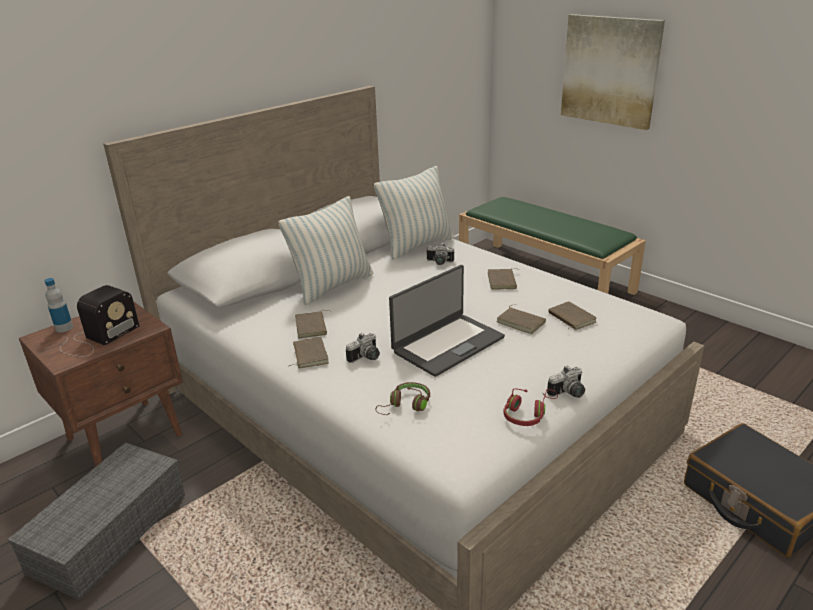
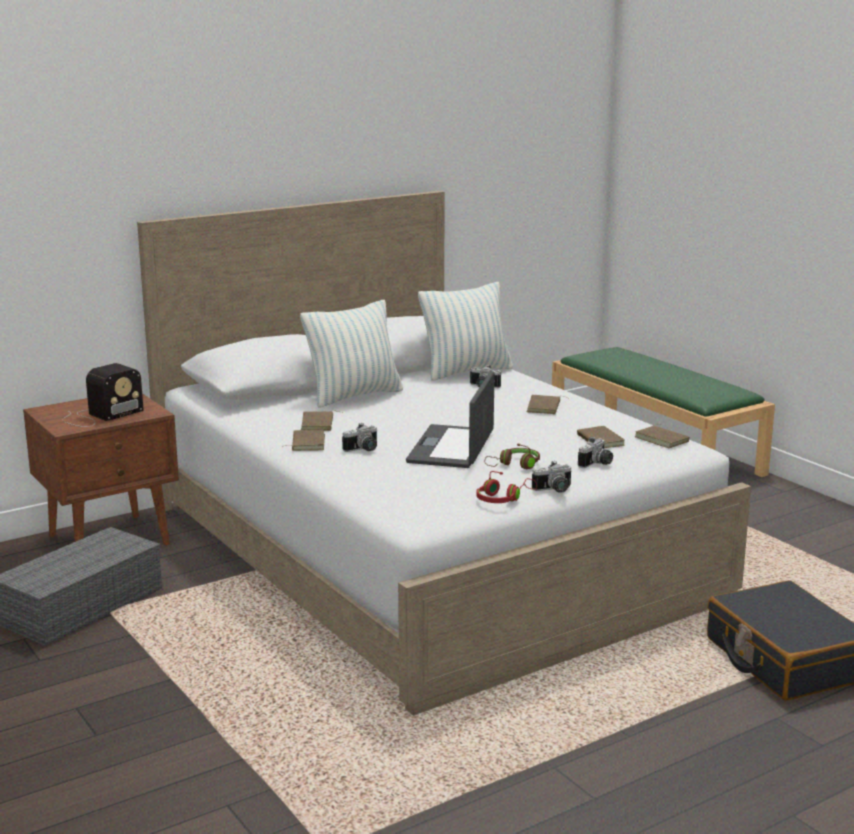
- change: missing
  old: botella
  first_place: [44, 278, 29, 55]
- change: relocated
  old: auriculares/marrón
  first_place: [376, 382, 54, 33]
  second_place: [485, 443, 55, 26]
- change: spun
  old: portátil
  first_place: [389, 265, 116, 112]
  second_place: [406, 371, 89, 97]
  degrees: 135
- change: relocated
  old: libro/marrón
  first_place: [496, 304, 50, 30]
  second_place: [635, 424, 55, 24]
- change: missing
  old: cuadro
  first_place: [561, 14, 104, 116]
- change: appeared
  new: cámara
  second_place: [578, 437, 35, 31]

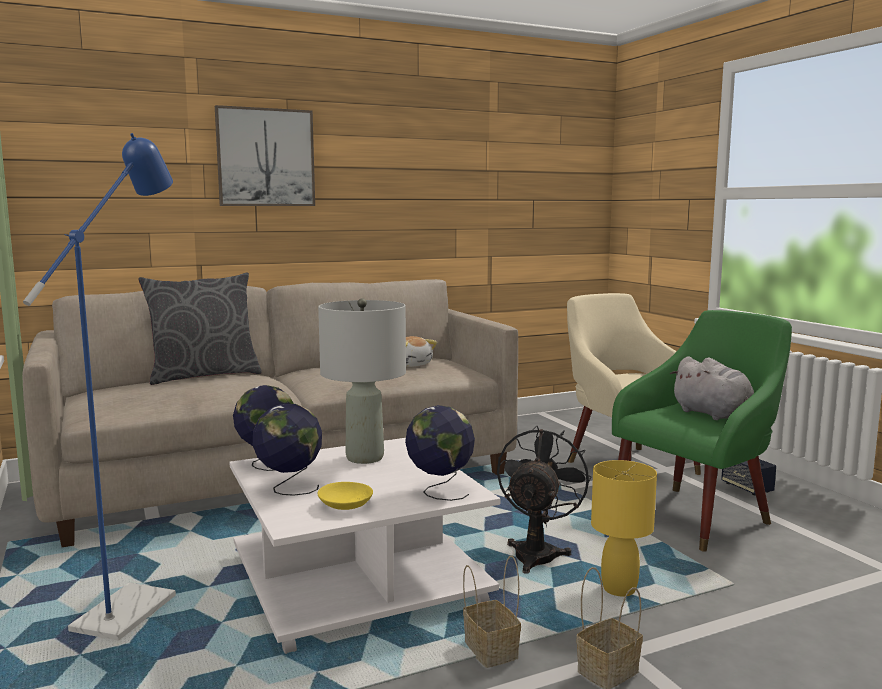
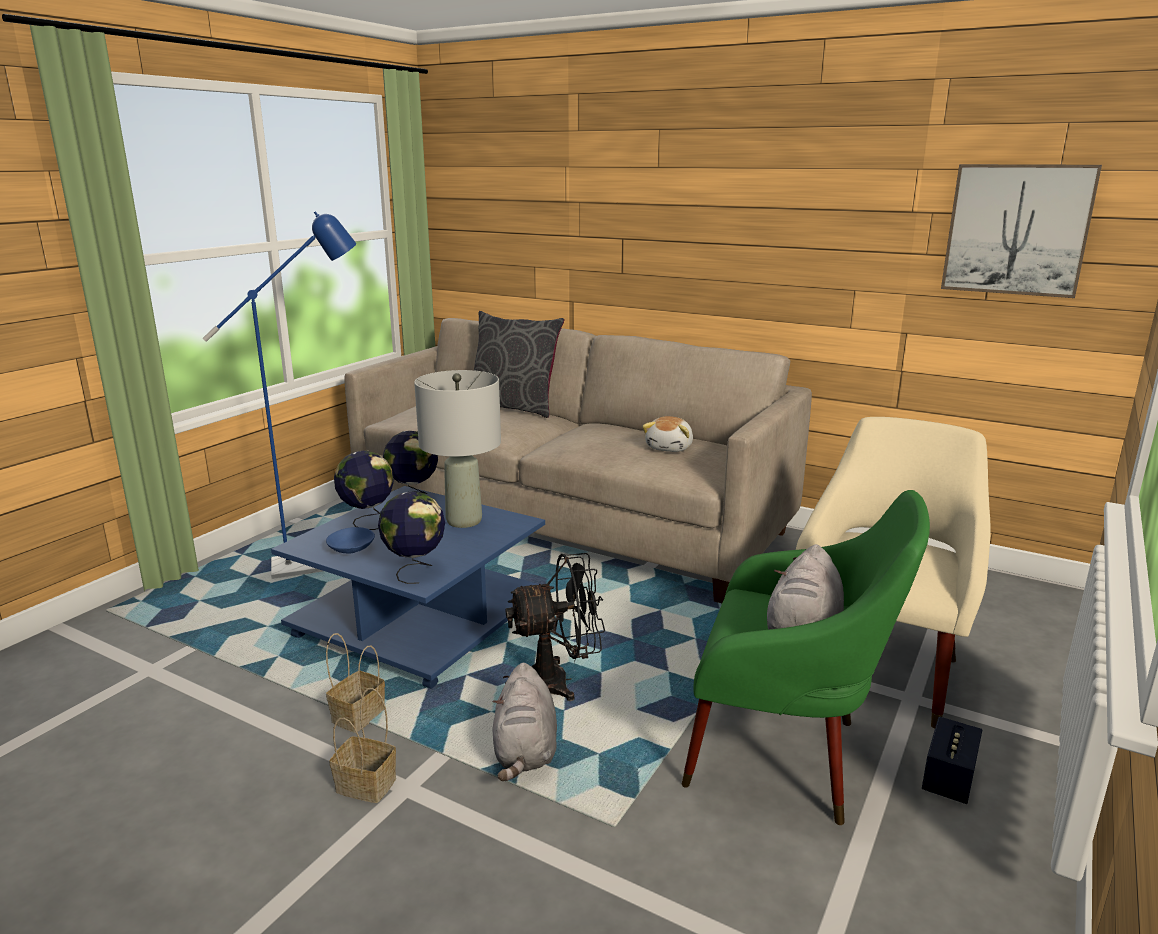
- change: relocated
  old: cuadro
  first_place: [215, 105, 100, 101]
  second_place: [941, 164, 161, 134]
- change: colour
  old: mesa de centro/blanco
  new: mesa de centro/azul
  first_place: [229, 438, 271, 216]
  second_place: [271, 486, 274, 203]
- change: colour
  old: cuenco/amarillo
  new: cuenco/azul
  first_place: [318, 482, 55, 28]
  second_place: [326, 527, 49, 27]
- change: exchanged
  old: lámpara de mesa/amarillo
  new: peluche/gris
  first_place: [591, 460, 66, 137]
  second_place: [492, 663, 65, 118]

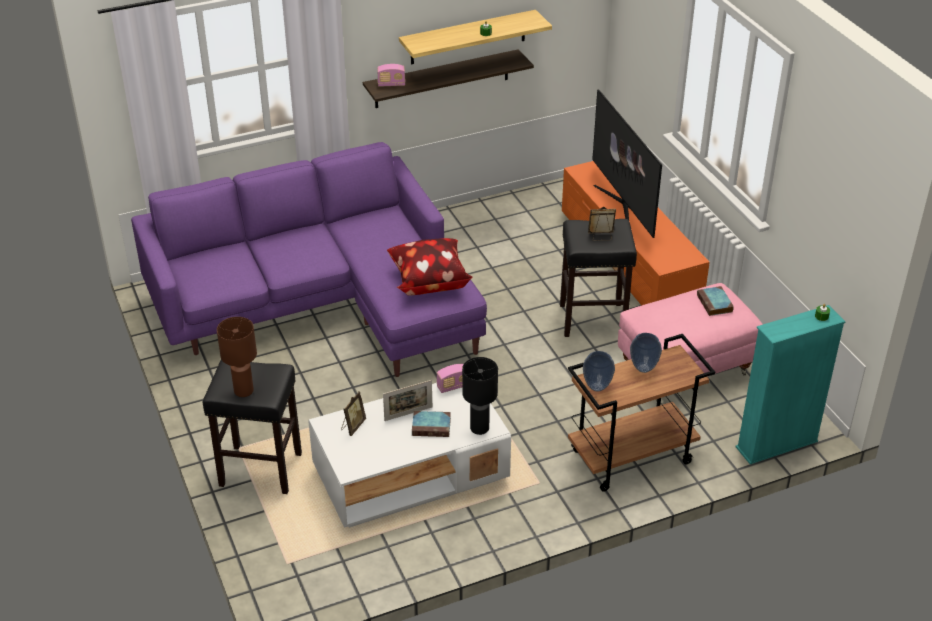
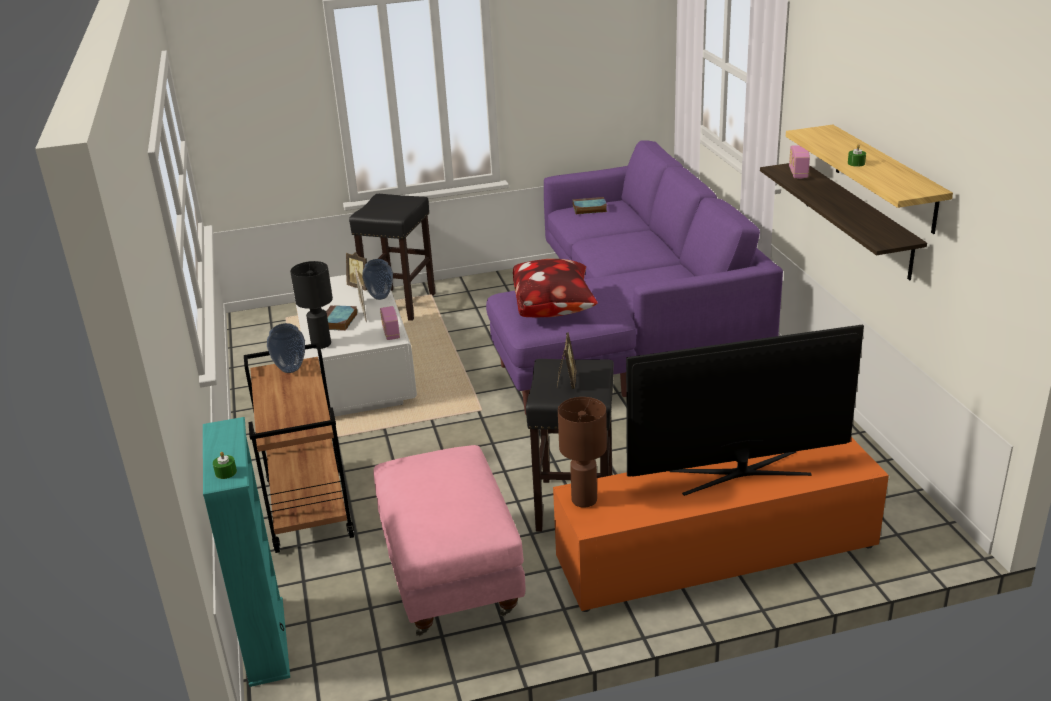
- change: relocated
  old: lámpara de mesa/marrón
  first_place: [217, 317, 40, 80]
  second_place: [558, 397, 49, 111]
- change: relocated
  old: florero
  first_place: [630, 333, 32, 40]
  second_place: [362, 259, 31, 41]
- change: relocated
  old: libro
  first_place: [697, 286, 37, 30]
  second_place: [573, 197, 34, 17]

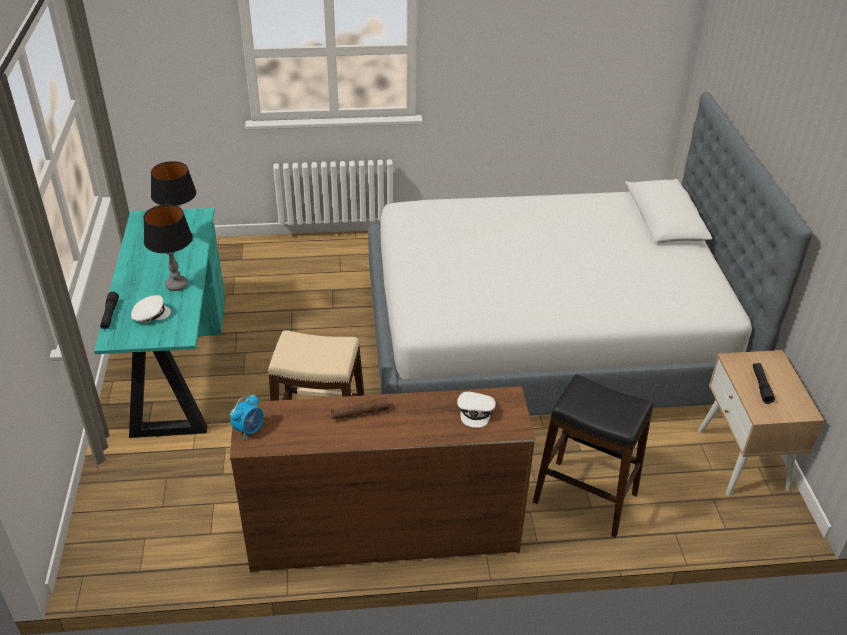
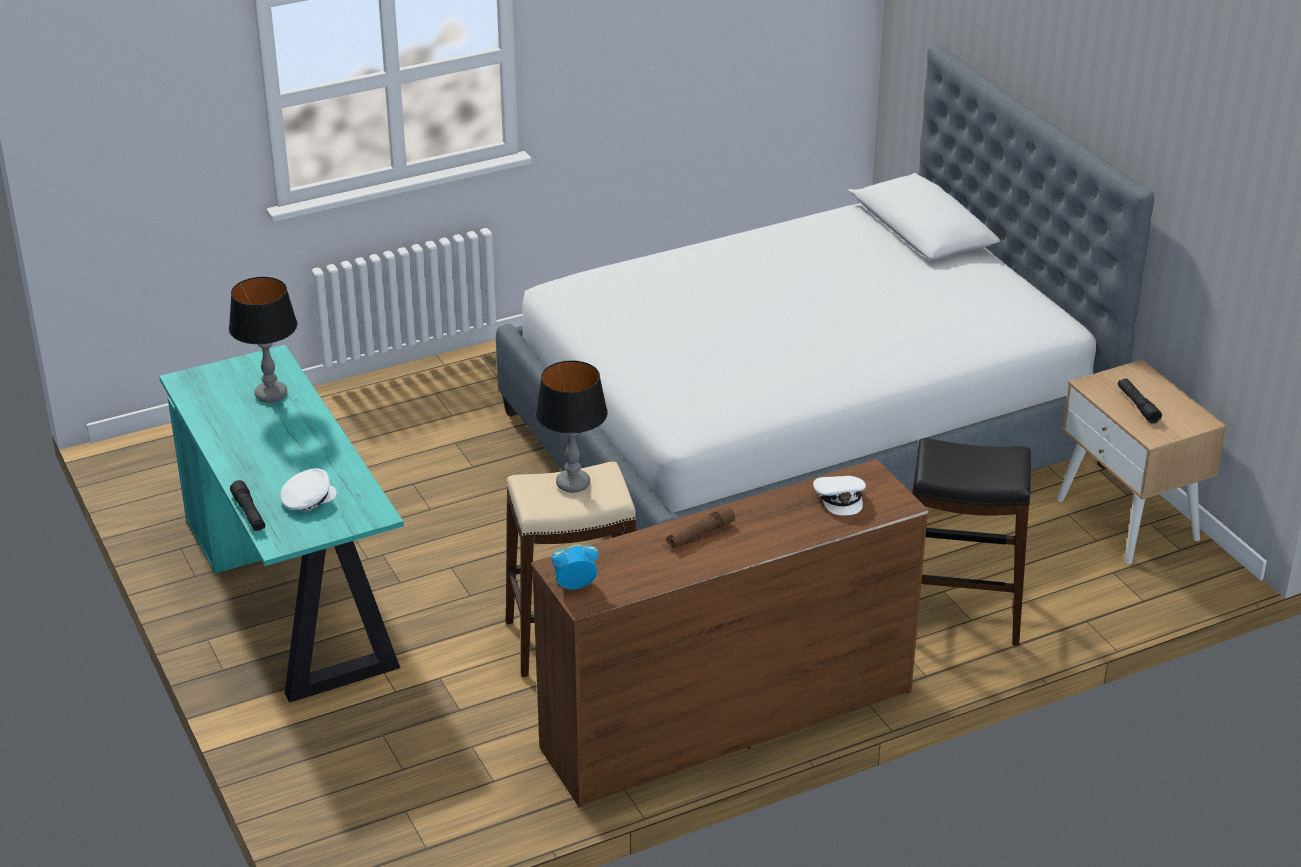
- change: relocated
  old: lámpara de mesa
  first_place: [144, 205, 49, 86]
  second_place: [535, 361, 73, 132]
- change: spun
  old: despertador
  first_place: [230, 394, 34, 46]
  second_place: [551, 545, 47, 45]
  degrees: -120

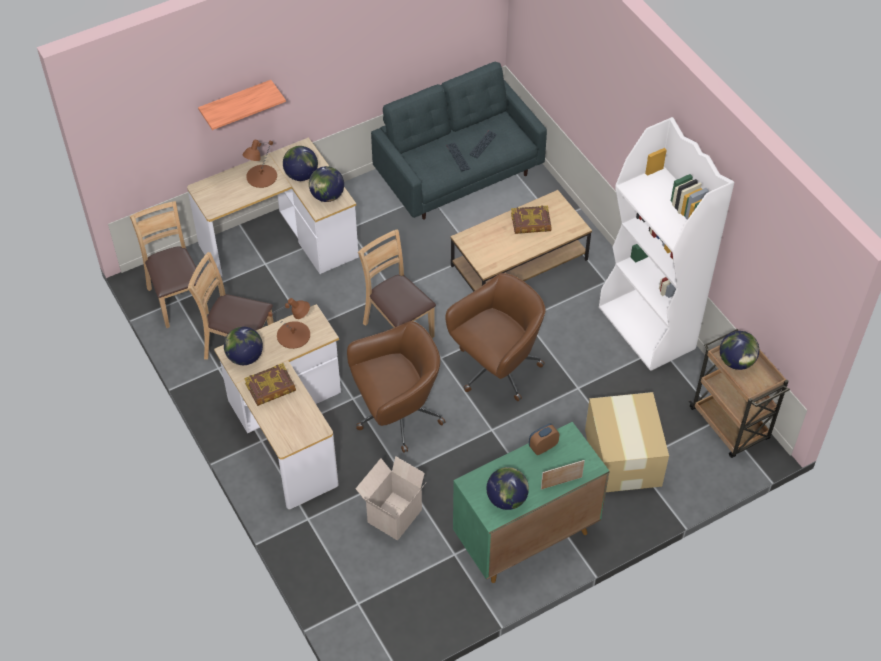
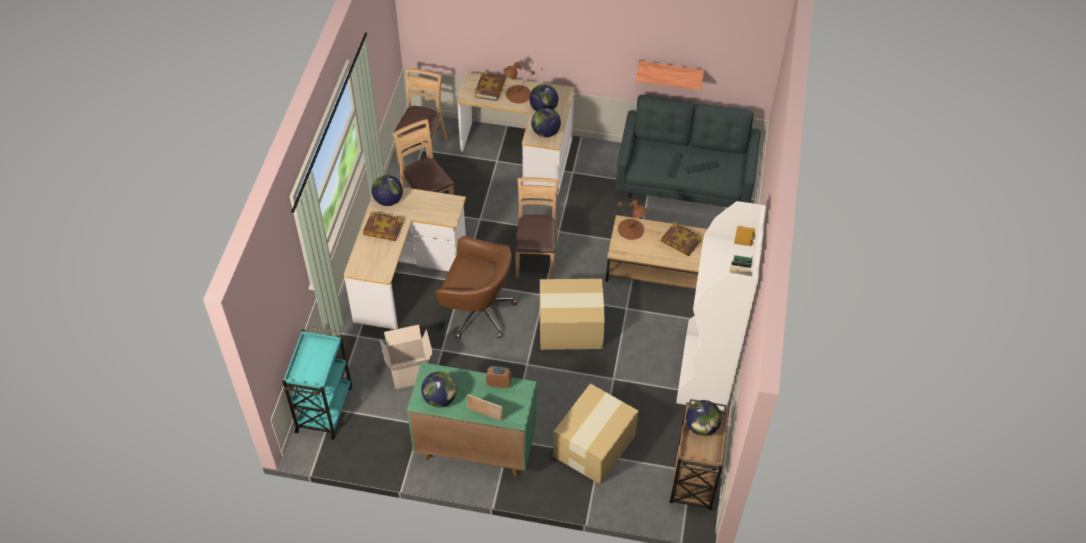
- change: relocated
  old: estante
  first_place: [198, 80, 88, 50]
  second_place: [636, 61, 68, 29]
- change: relocated
  old: lámpara de mesa/marrón
  first_place: [268, 298, 42, 51]
  second_place: [618, 200, 30, 40]
- change: exchanged
  old: silla de oficina/marrón
  new: caja de cartón
  first_place: [445, 273, 100, 128]
  second_place: [540, 279, 65, 71]
- change: appeared
  new: carrito/turquesa
  second_place: [282, 326, 70, 113]
- change: appeared
  new: libro
  second_place: [475, 72, 30, 29]

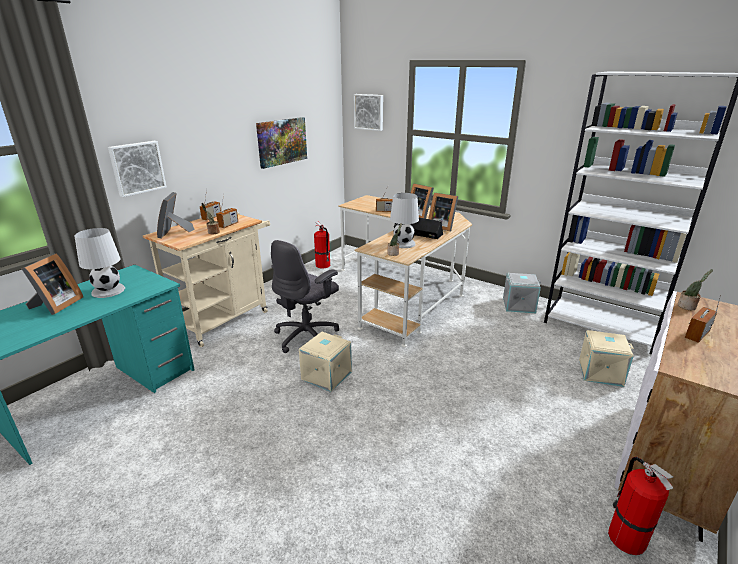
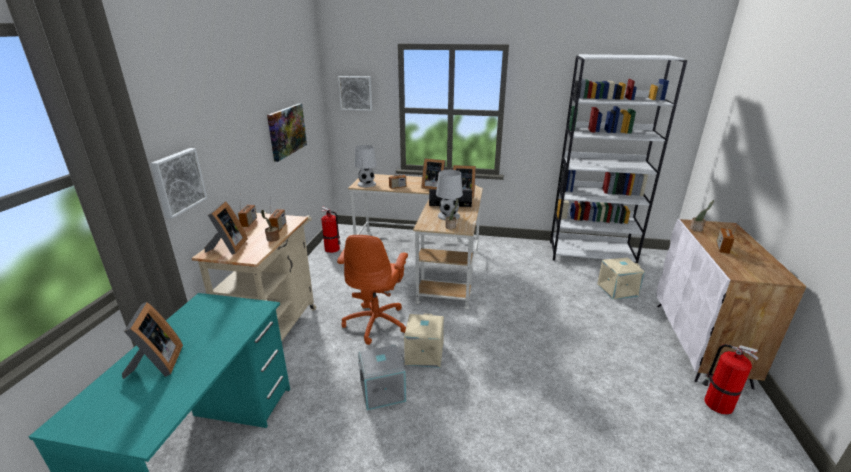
- change: relocated
  old: lámpara de mesa/blanco
  first_place: [74, 228, 51, 70]
  second_place: [355, 145, 22, 42]
- change: spun
  old: portarretratos
  first_place: [157, 192, 38, 47]
  second_place: [204, 201, 44, 54]
  degrees: -150
- change: colour
  old: silla de oficina/gris
  new: silla de oficina/naranja
  first_place: [271, 240, 68, 113]
  second_place: [337, 235, 71, 110]
- change: relocated
  old: caja de almacenaje/gris
  first_place: [503, 273, 38, 40]
  second_place: [358, 345, 48, 65]

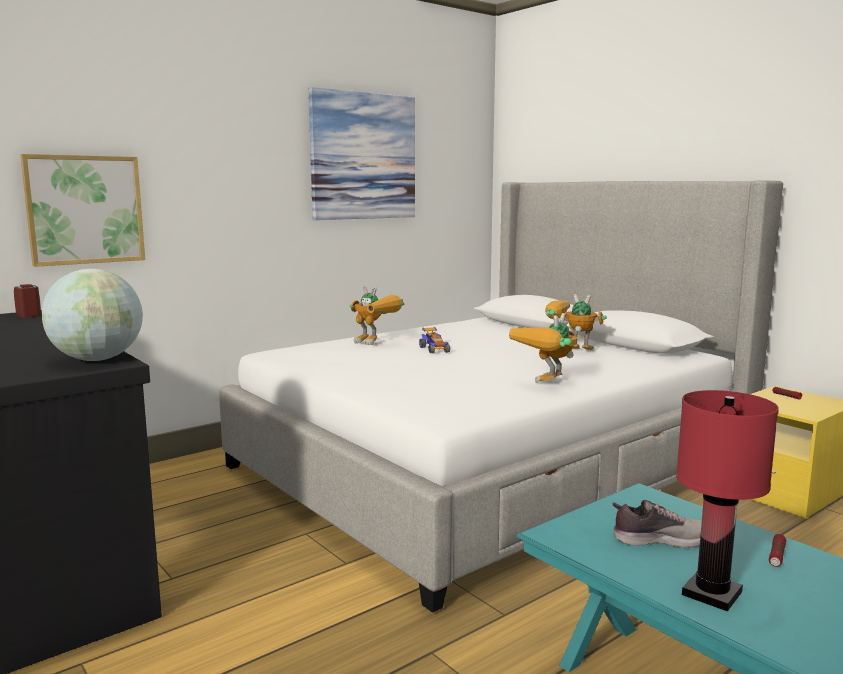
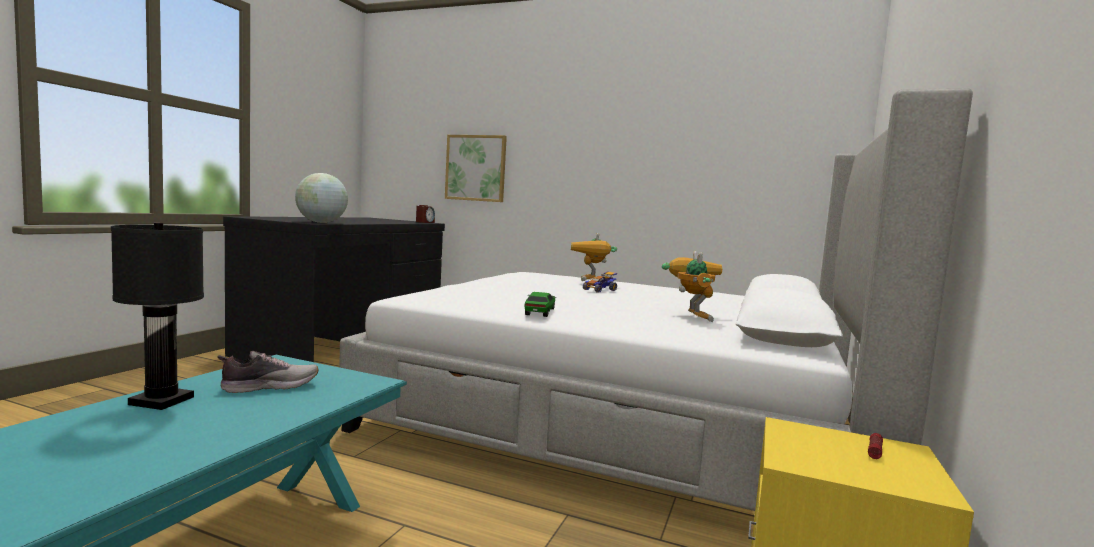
- change: missing
  old: cuadro
  first_place: [309, 87, 106, 133]
- change: exchanged
  old: robot de juguete
  new: coche de juguete
  first_place: [509, 313, 68, 70]
  second_place: [524, 292, 32, 25]
- change: spun
  old: zapato
  first_place: [612, 500, 90, 48]
  second_place: [218, 351, 100, 42]
  degrees: -90
- change: colour
  old: lámpara de mesa/rojo
  new: lámpara de mesa/negro
  first_place: [676, 390, 103, 221]
  second_place: [111, 223, 93, 187]
- change: missing
  old: linterna
  first_place: [769, 534, 17, 33]

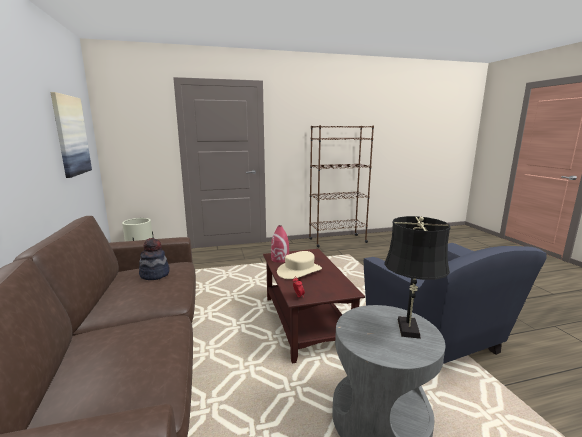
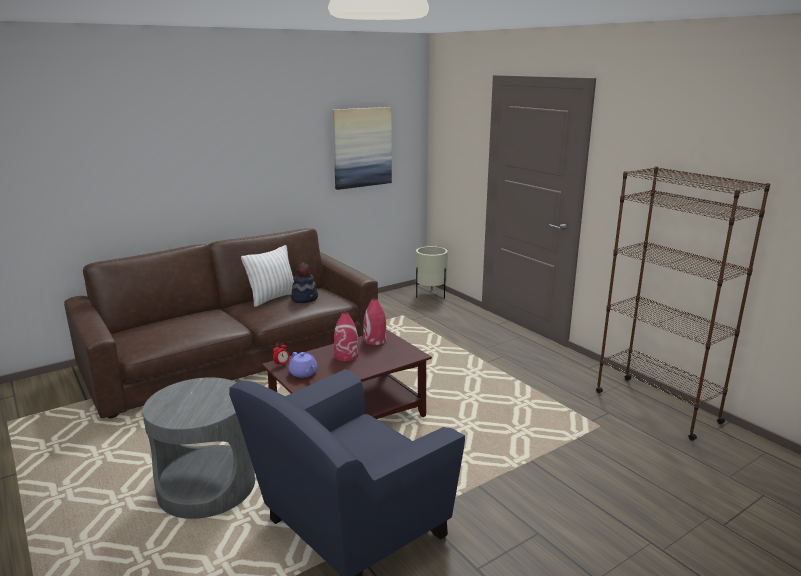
- change: exchanged
  old: sombrero/beis
  new: florero/rojo
  first_place: [277, 251, 45, 28]
  second_place: [334, 312, 25, 49]
- change: missing
  old: lámpara de mesa/negro
  first_place: [384, 216, 67, 123]
- change: appeared
  new: cojín/blanco
  second_place: [241, 245, 53, 62]
- change: appeared
  new: tetera/morado
  second_place: [288, 352, 29, 26]

